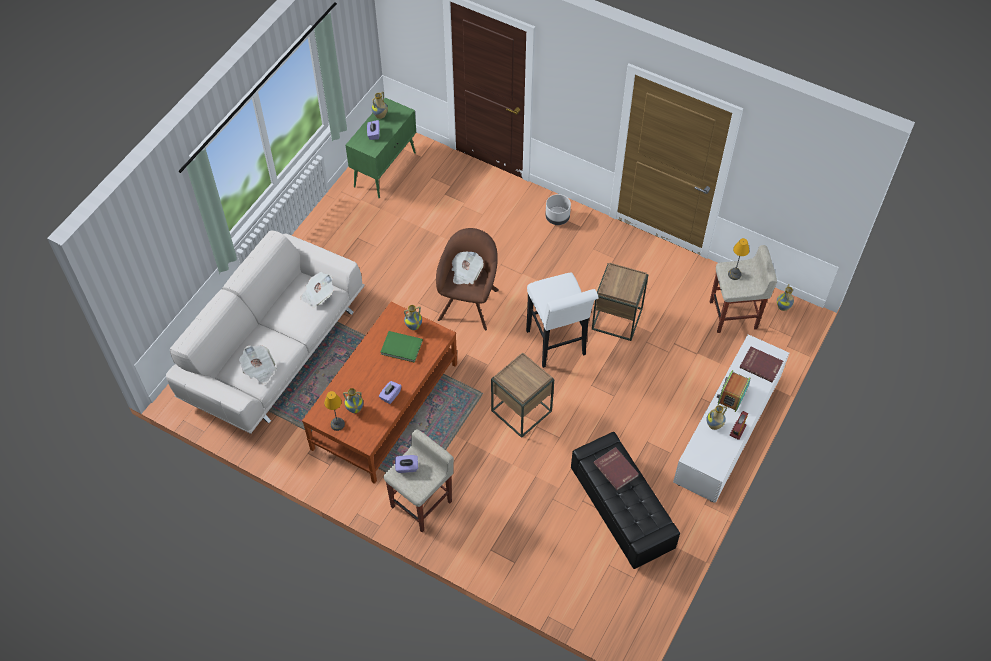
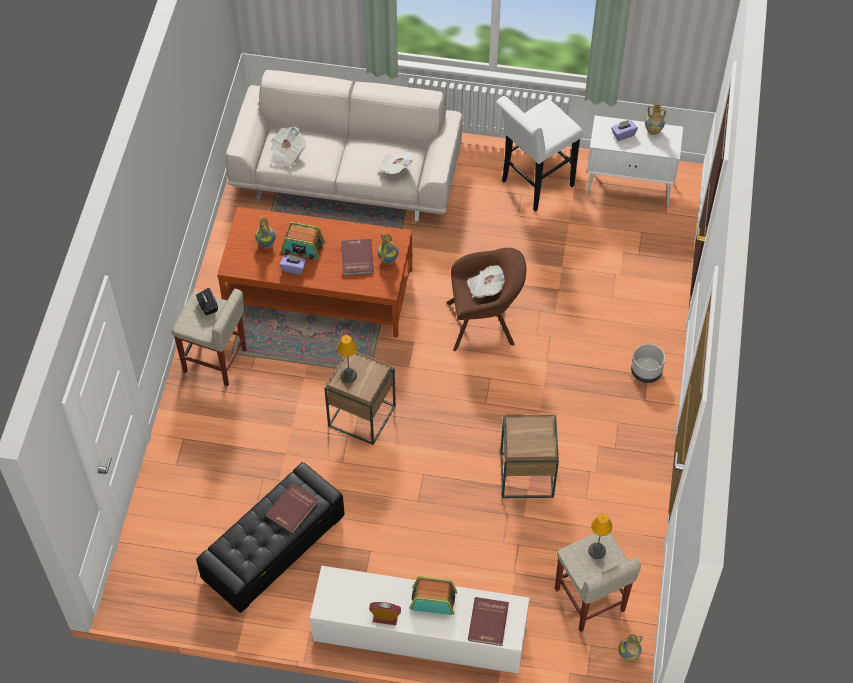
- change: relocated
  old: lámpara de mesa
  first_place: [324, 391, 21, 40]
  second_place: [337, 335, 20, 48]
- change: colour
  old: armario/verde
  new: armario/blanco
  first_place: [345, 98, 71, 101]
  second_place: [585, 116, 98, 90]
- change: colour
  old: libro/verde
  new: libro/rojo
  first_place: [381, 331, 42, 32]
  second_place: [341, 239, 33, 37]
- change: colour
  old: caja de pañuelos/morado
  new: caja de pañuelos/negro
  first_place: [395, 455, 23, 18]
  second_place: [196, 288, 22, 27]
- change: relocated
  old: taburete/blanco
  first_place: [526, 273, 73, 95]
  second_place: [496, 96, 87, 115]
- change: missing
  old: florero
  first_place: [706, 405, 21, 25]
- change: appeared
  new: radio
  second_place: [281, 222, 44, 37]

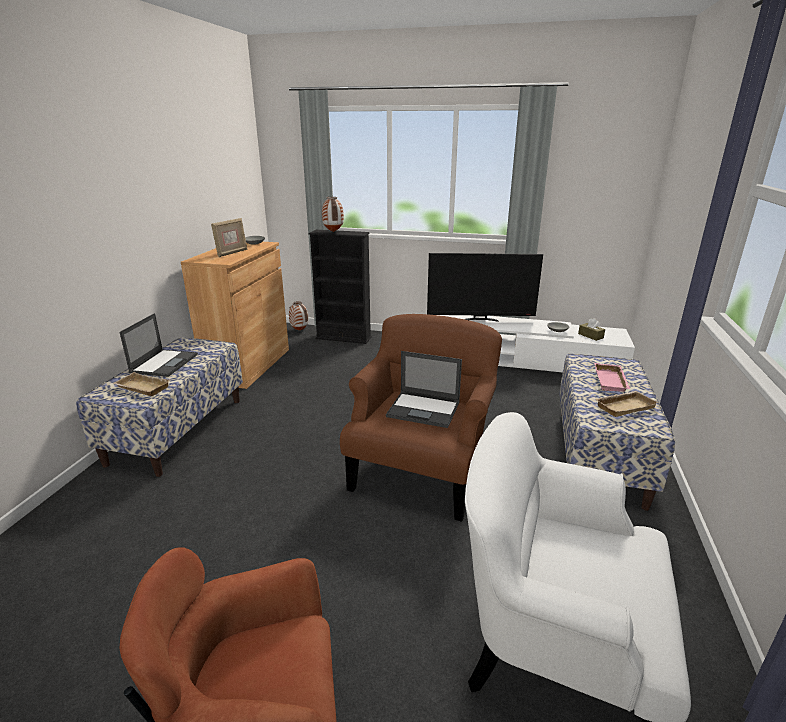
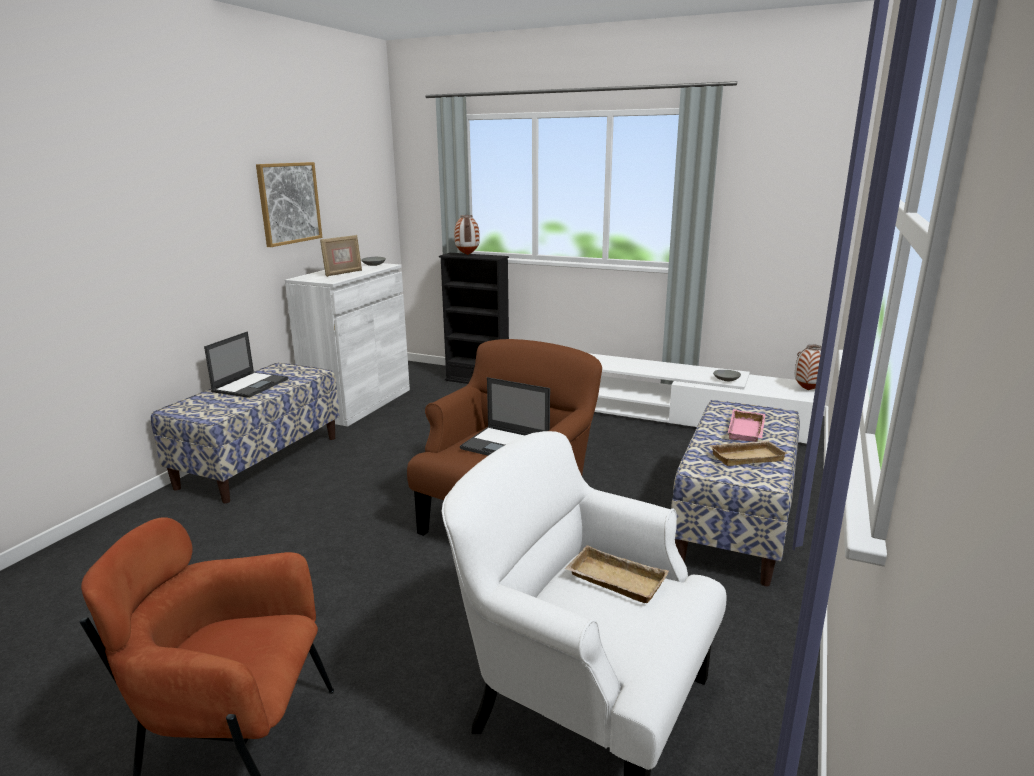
- change: relocated
  old: bandeja/beis
  first_place: [112, 372, 58, 24]
  second_place: [565, 545, 104, 58]
- change: colour
  old: armario/marrón
  new: armario/blanco
  first_place: [181, 242, 108, 147]
  second_place: [285, 262, 125, 165]
- change: relocated
  old: florero
  first_place: [289, 301, 19, 30]
  second_place: [795, 344, 27, 46]
- change: missing
  old: televisor
  first_place: [427, 253, 116, 69]
- change: missing
  old: caja de pañuelos/marrón
  first_place: [578, 318, 27, 23]
- change: appeared
  new: cuadro
  second_place: [256, 162, 66, 85]

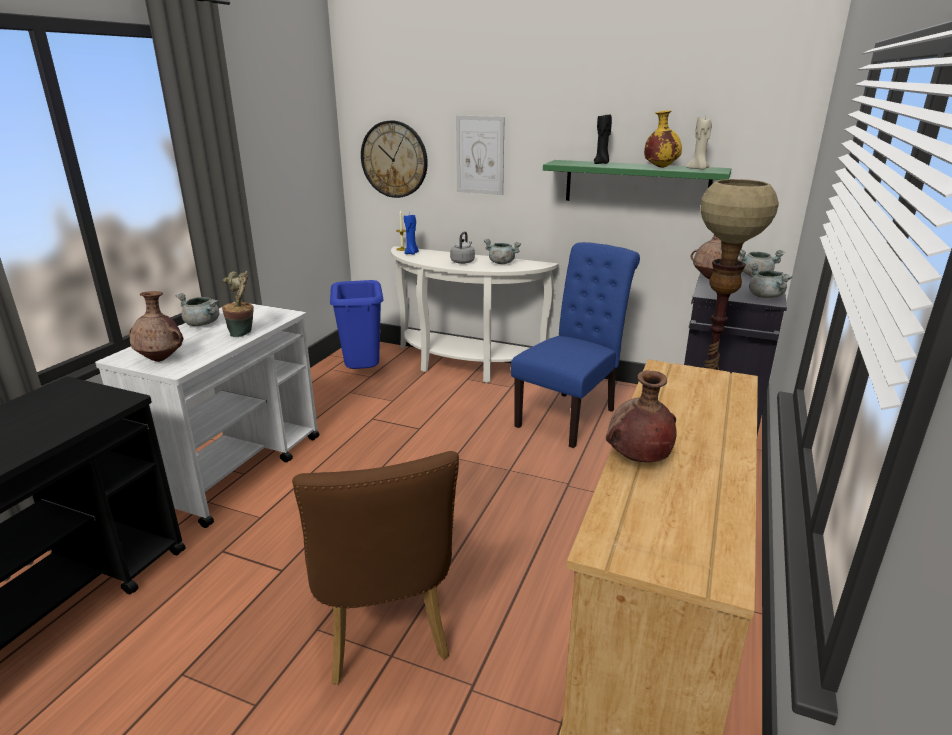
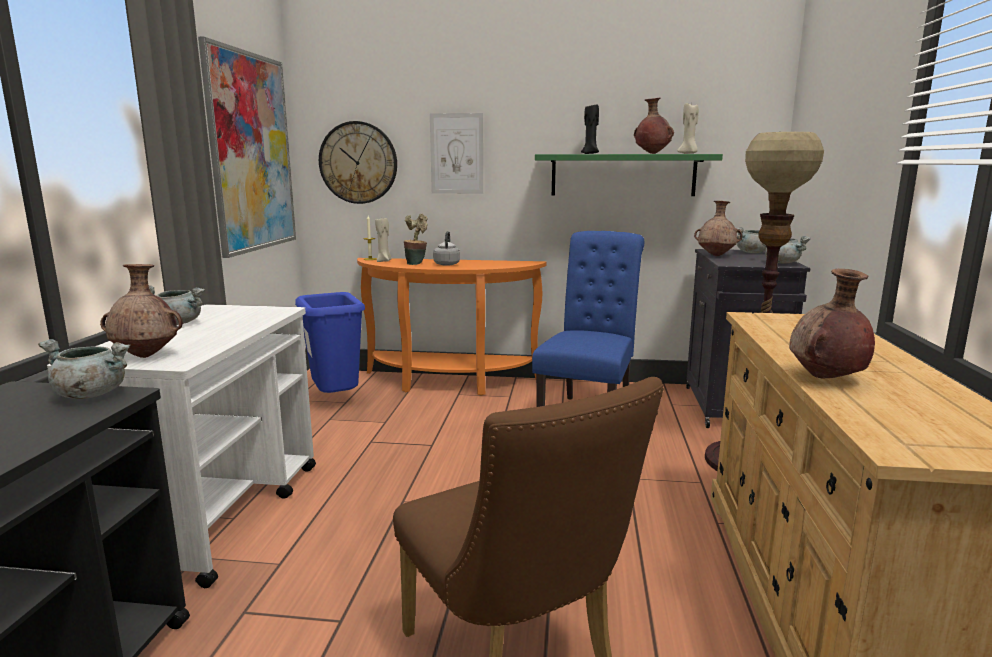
- change: relocated
  old: planta en maceta
  first_place: [222, 271, 32, 66]
  second_place: [404, 214, 24, 51]
- change: colour
  old: mesa consola/blanco
  new: mesa consola/naranja
  first_place: [391, 246, 168, 137]
  second_place: [357, 258, 190, 138]
- change: colour
  old: vela/azul
  new: vela/beis
  first_place: [404, 215, 15, 40]
  second_place: [375, 218, 16, 44]
- change: relocated
  old: olla/gris
  first_place: [484, 239, 37, 25]
  second_place: [38, 339, 92, 60]
- change: colour
  old: florero/amarillo
  new: florero/marrón
  first_place: [644, 110, 38, 58]
  second_place: [634, 98, 40, 56]
- change: appeared
  new: cuadro
  second_place: [198, 37, 98, 221]

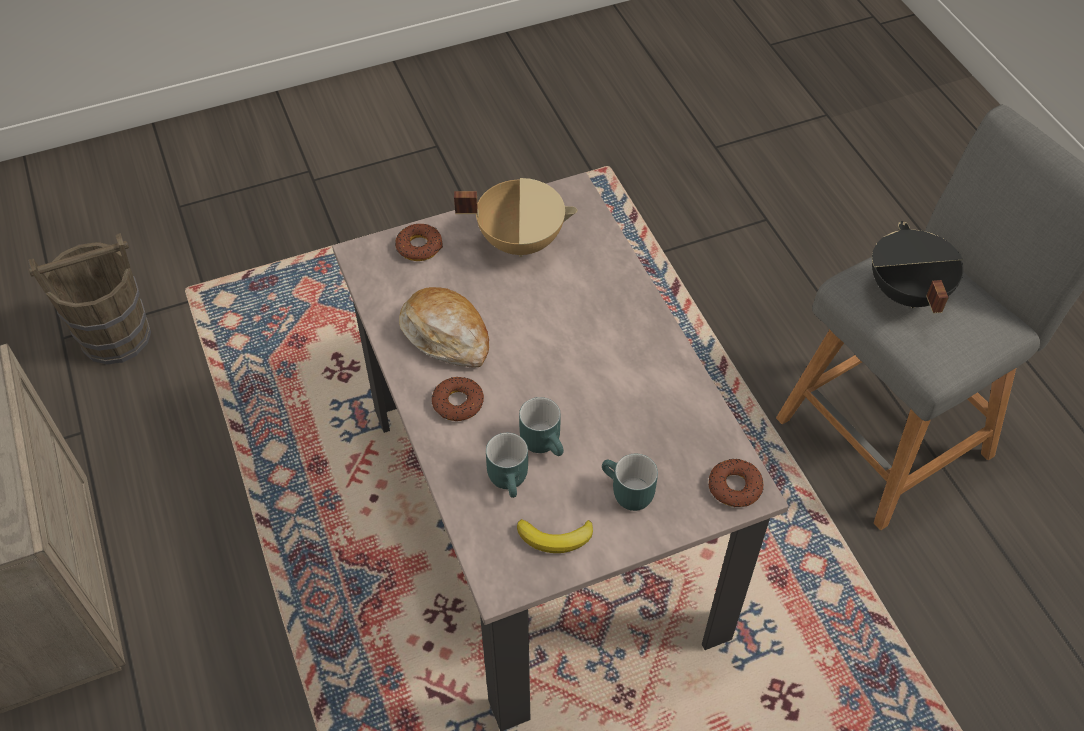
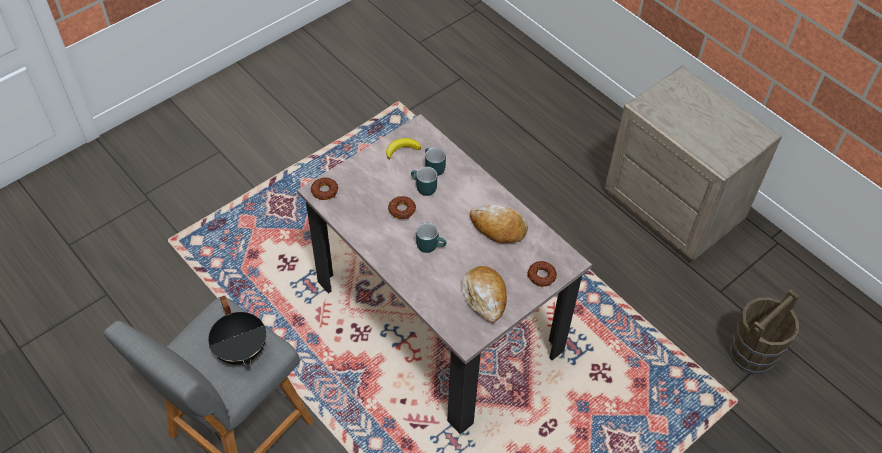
- change: relocated
  old: rosquilla
  first_place: [431, 377, 53, 44]
  second_place: [388, 196, 28, 23]
- change: exchanged
  old: olla/beis
  new: pan
  first_place: [454, 178, 124, 79]
  second_place: [461, 266, 46, 57]
- change: relocated
  old: taza grande/turquesa
  first_place: [602, 453, 56, 58]
  second_place: [416, 223, 31, 30]

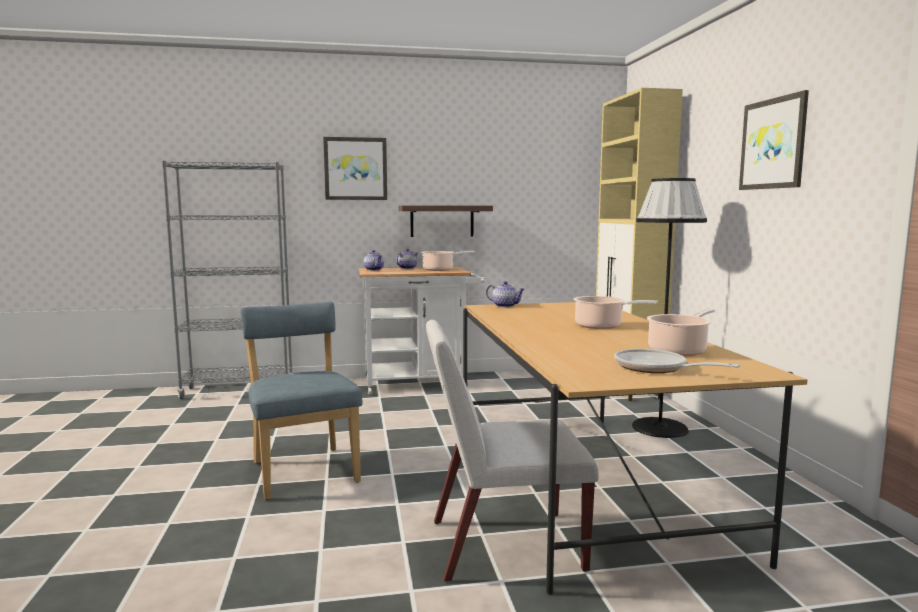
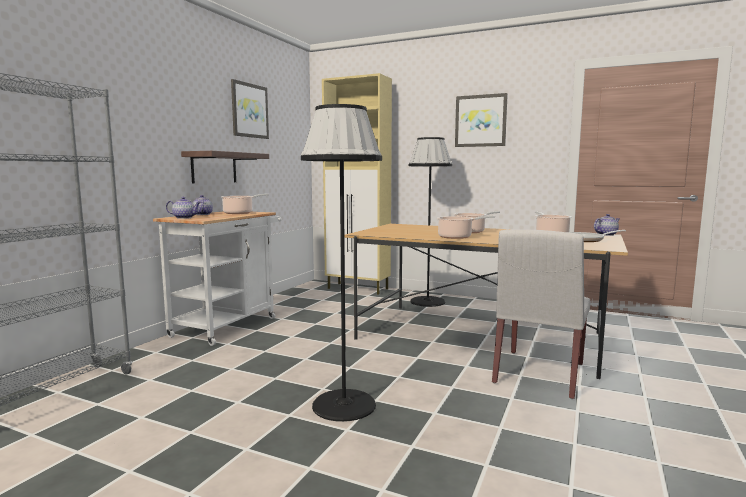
- change: exchanged
  old: silla/azul
  new: lámpara de pie/negro
  first_place: [240, 302, 122, 198]
  second_place: [301, 104, 81, 318]
- change: relocated
  old: cuadro
  first_place: [323, 137, 64, 63]
  second_place: [231, 79, 38, 60]
- change: relocated
  old: tetera
  first_place: [486, 281, 39, 27]
  second_place: [594, 214, 25, 22]
- change: appeared
  new: olla
  second_place: [437, 216, 58, 23]

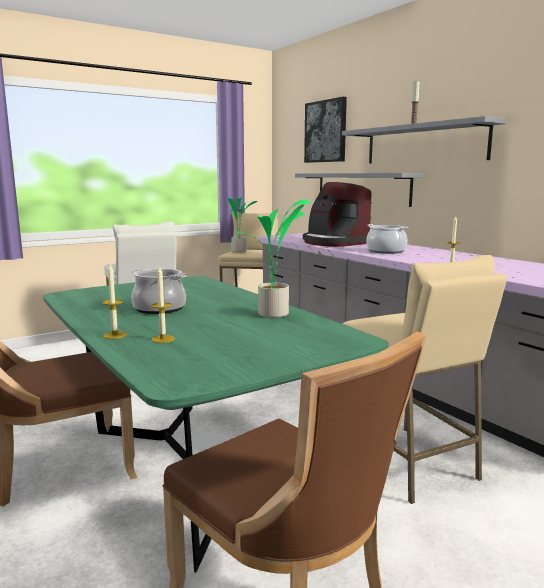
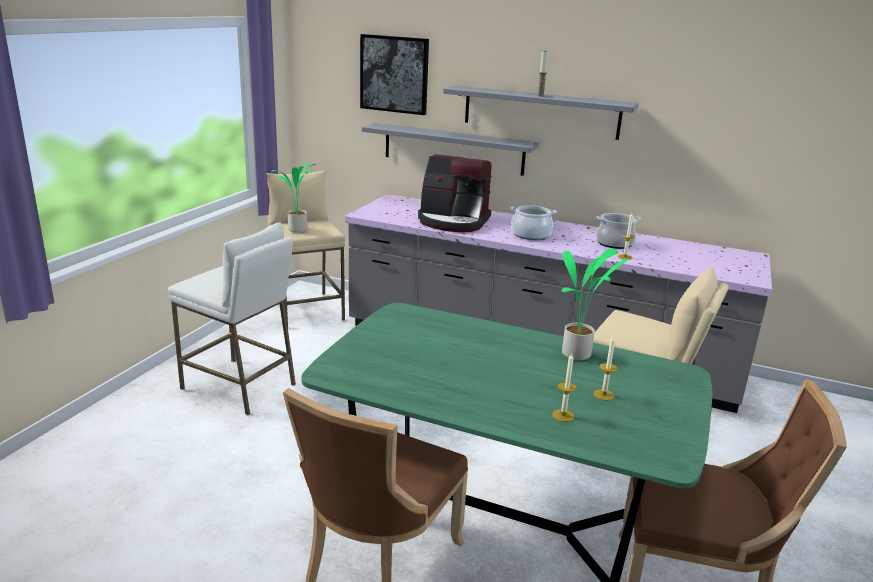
- change: relocated
  old: vela
  first_place: [103, 265, 24, 74]
  second_place: [594, 335, 24, 66]
- change: relocated
  old: olla
  first_place: [130, 269, 56, 45]
  second_place: [596, 213, 45, 36]

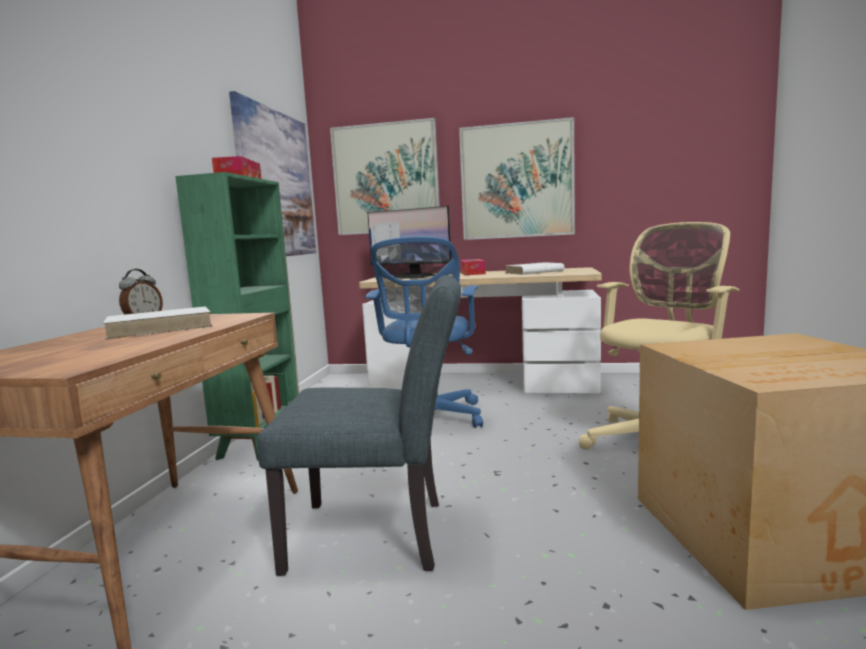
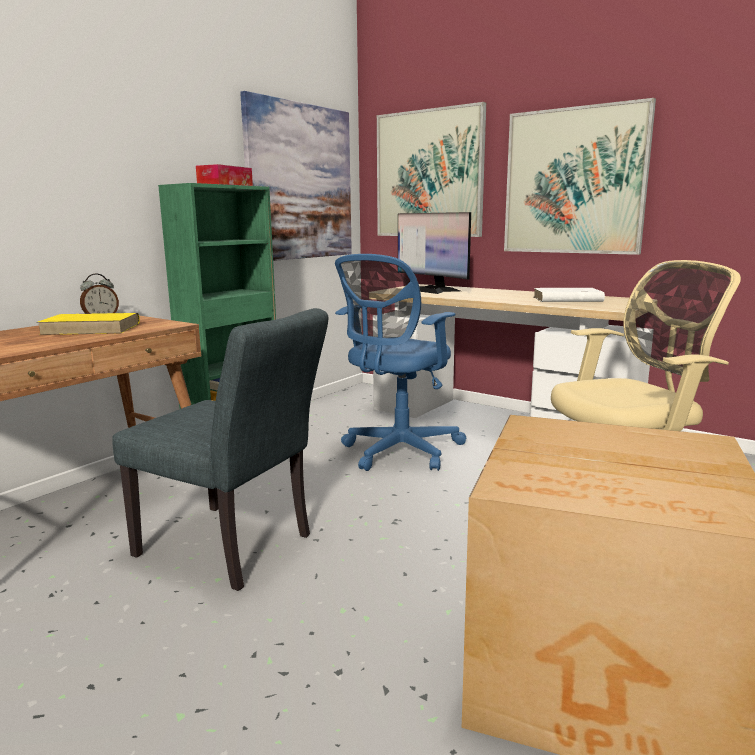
- change: colour
  old: libro/blanco
  new: libro/amarillo
  first_place: [103, 306, 109, 33]
  second_place: [38, 313, 102, 22]
- change: missing
  old: caja de pañuelos
  first_place: [460, 259, 26, 16]

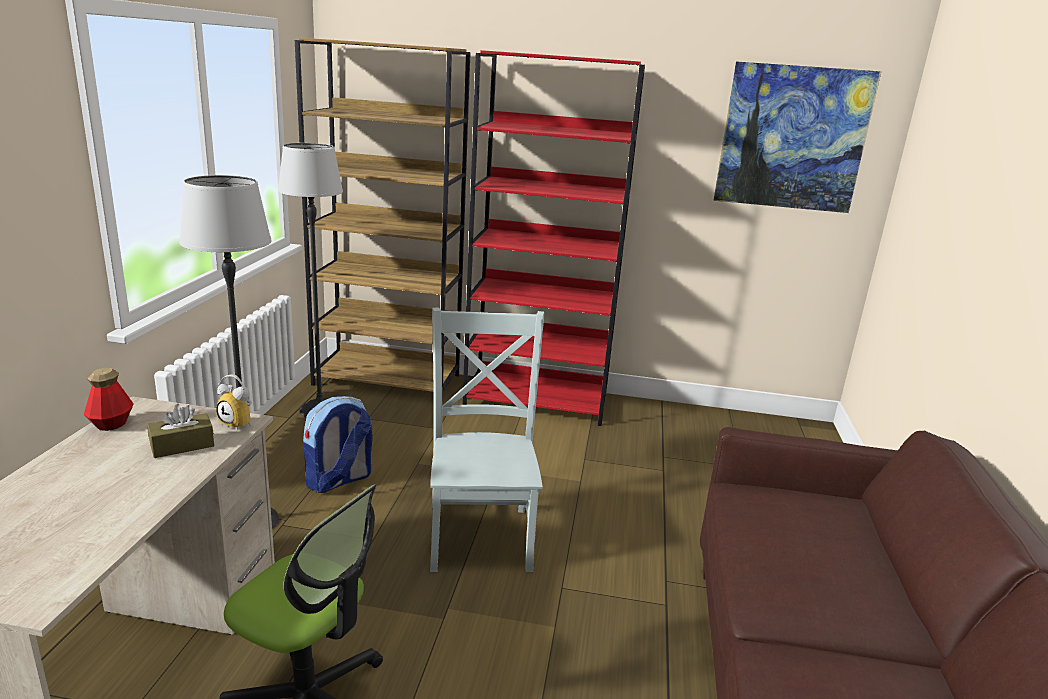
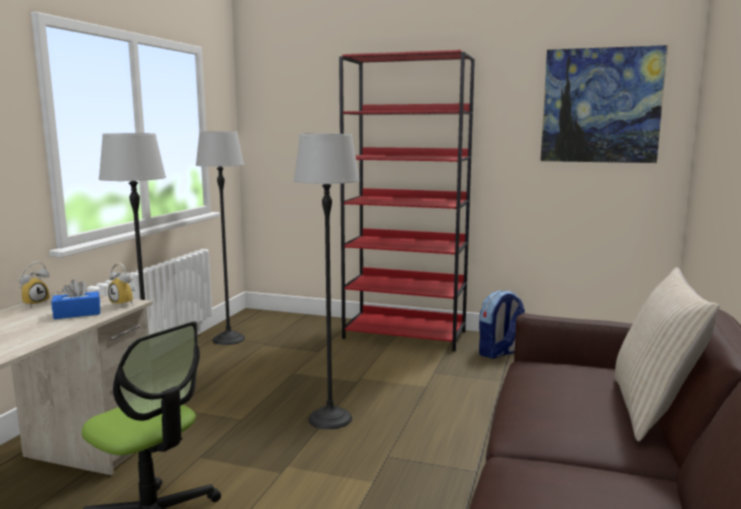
- change: exchanged
  old: botella
  new: despertador
  first_place: [84, 368, 50, 63]
  second_place: [19, 261, 31, 46]
- change: colour
  old: caja de pañuelos/marrón
  new: caja de pañuelos/azul
  first_place: [147, 404, 67, 54]
  second_place: [51, 279, 49, 40]
- change: missing
  old: estantería/marrón
  first_place: [295, 37, 176, 365]
- change: relocated
  old: mochila
  first_place: [303, 396, 69, 97]
  second_place: [479, 291, 46, 68]
- change: exchanged
  old: silla/gris
  new: lámpara de pie
  first_place: [430, 307, 115, 265]
  second_place: [294, 134, 66, 296]
- change: appeared
  new: cojín/beis
  second_place: [615, 267, 105, 175]

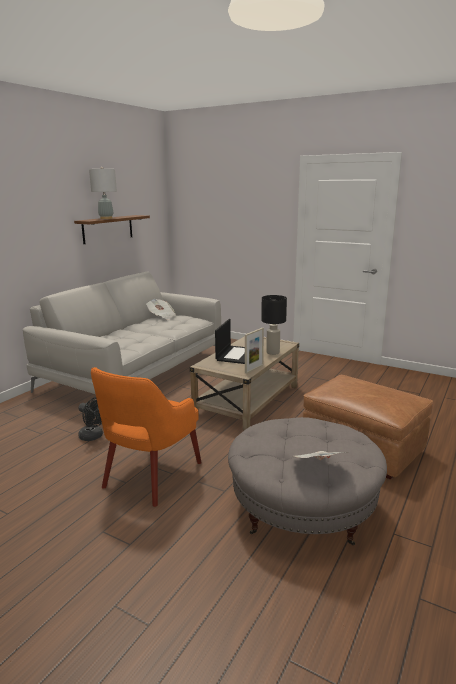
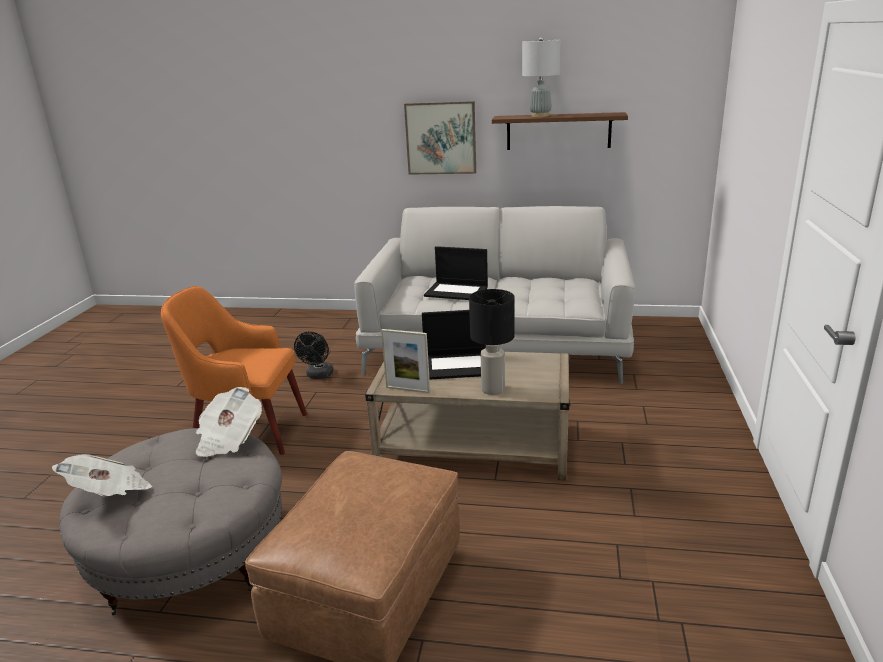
- change: relocated
  old: periódico
  first_place: [146, 299, 30, 21]
  second_place: [195, 387, 67, 70]
- change: appeared
  new: cuadro
  second_place: [404, 101, 72, 74]
- change: appeared
  new: portátil
  second_place: [424, 246, 64, 54]

